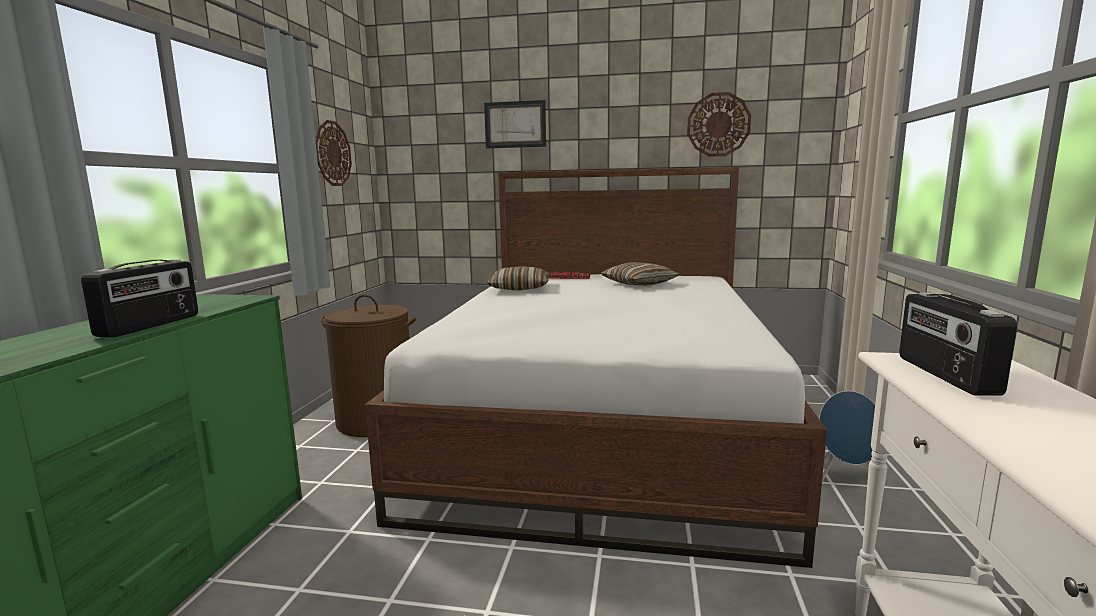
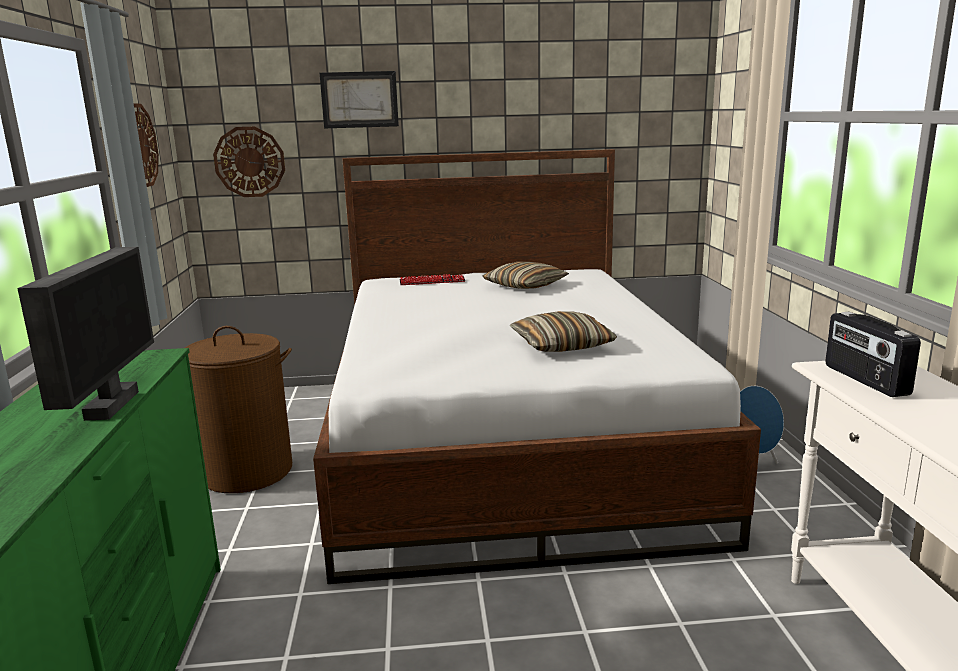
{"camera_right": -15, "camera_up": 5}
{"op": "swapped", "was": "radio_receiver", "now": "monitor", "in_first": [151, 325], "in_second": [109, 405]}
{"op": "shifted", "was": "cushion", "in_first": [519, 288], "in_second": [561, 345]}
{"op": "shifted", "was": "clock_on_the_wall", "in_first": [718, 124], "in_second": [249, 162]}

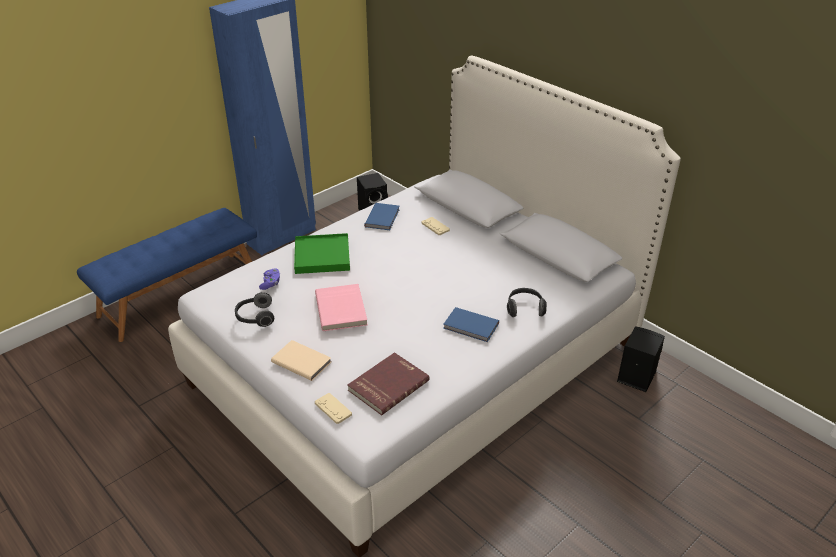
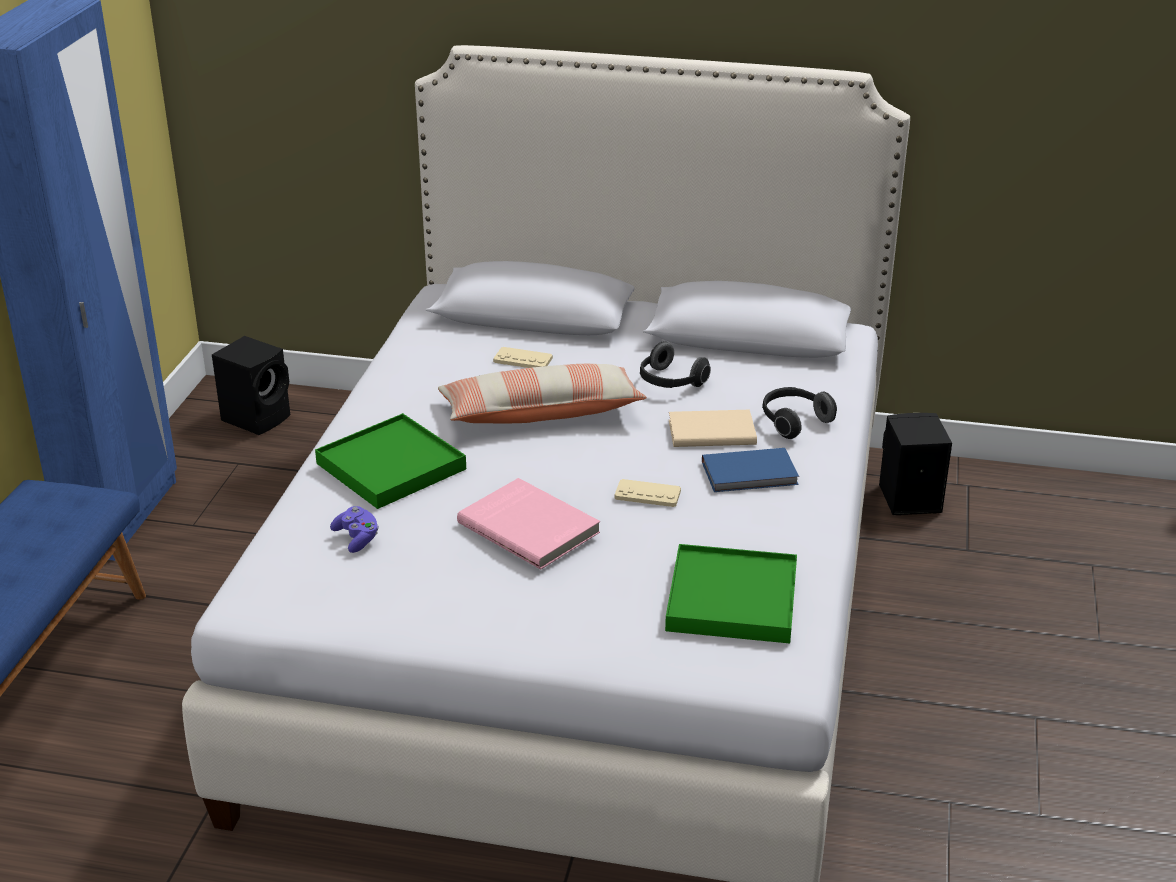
{"camera_right": -35, "camera_up": -5}
{"op": "shifted", "was": "headset", "in_first": [255, 317], "in_second": [670, 382]}
{"op": "shifted", "was": "beige_book", "in_first": [301, 361], "in_second": [710, 431]}
{"op": "shifted", "was": "beige_gamepad", "in_first": [333, 409], "in_second": [647, 494]}
{"op": "swapped", "was": "red-coloured_book", "now": "green-coloured_serving_tray", "in_first": [387, 385], "in_second": [731, 599]}
{"op": "gone", "was": "bluish_book", "in_first": [383, 218]}
{"op": "new", "now": "cushion", "in_second": [541, 413]}

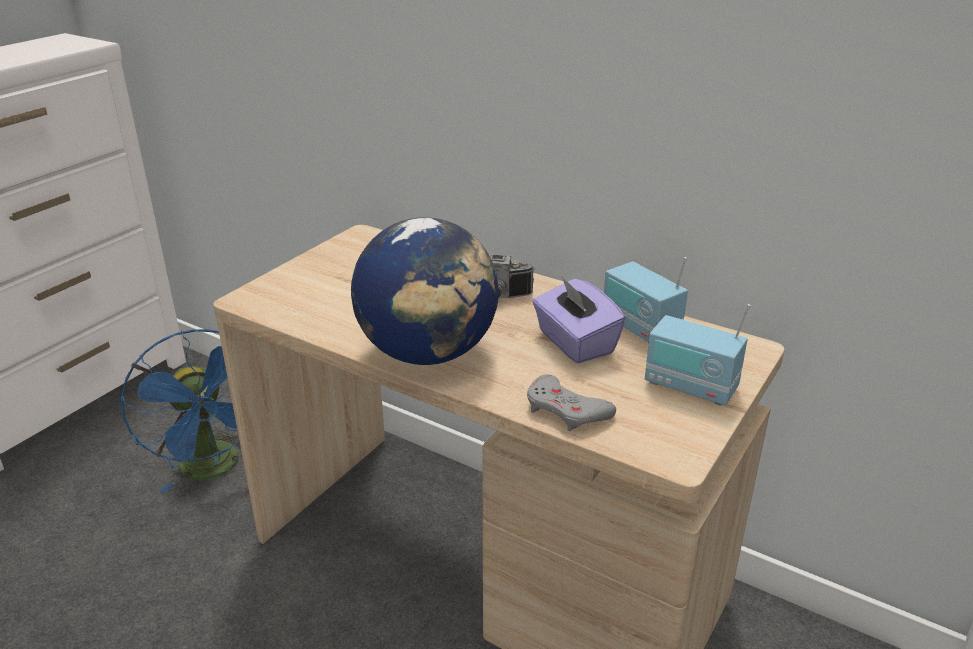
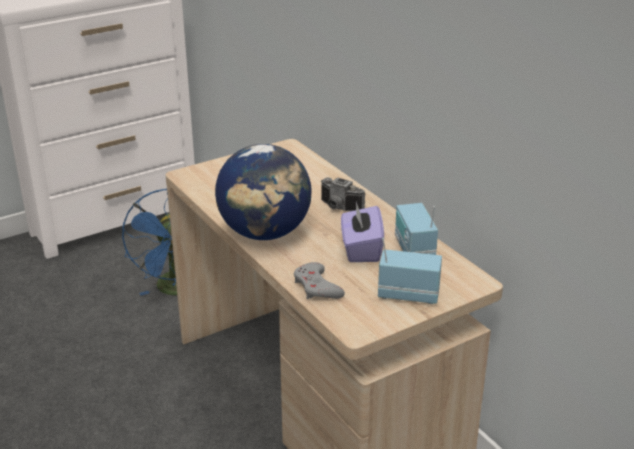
{"camera_right": 25, "camera_up": 0}
{"op": "rotated", "was": "radio_receiver", "in_first": [690, 387], "in_second": [408, 294], "clockwise": 135}

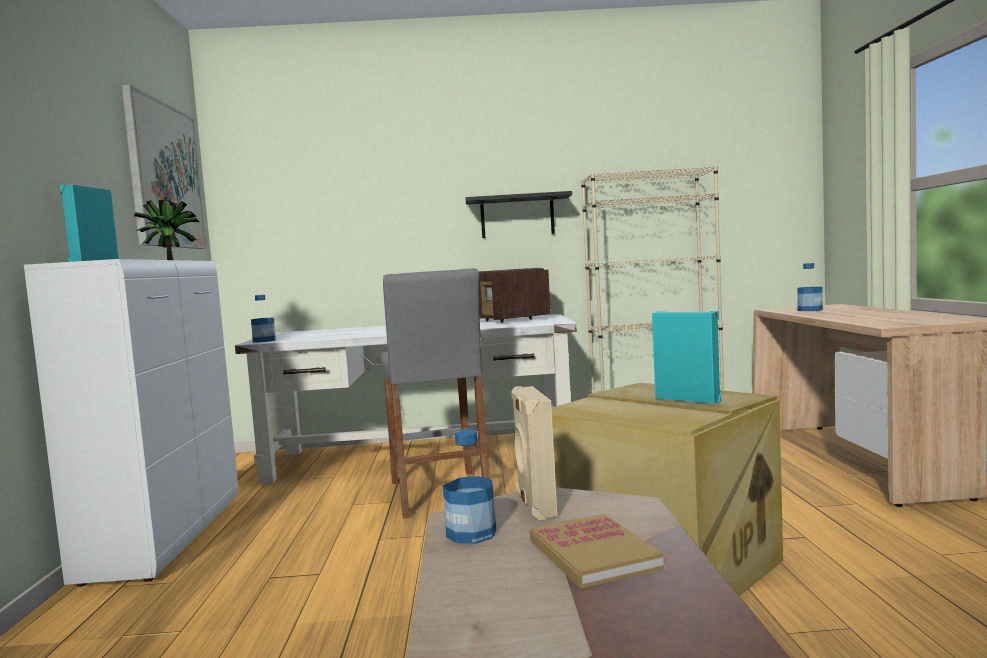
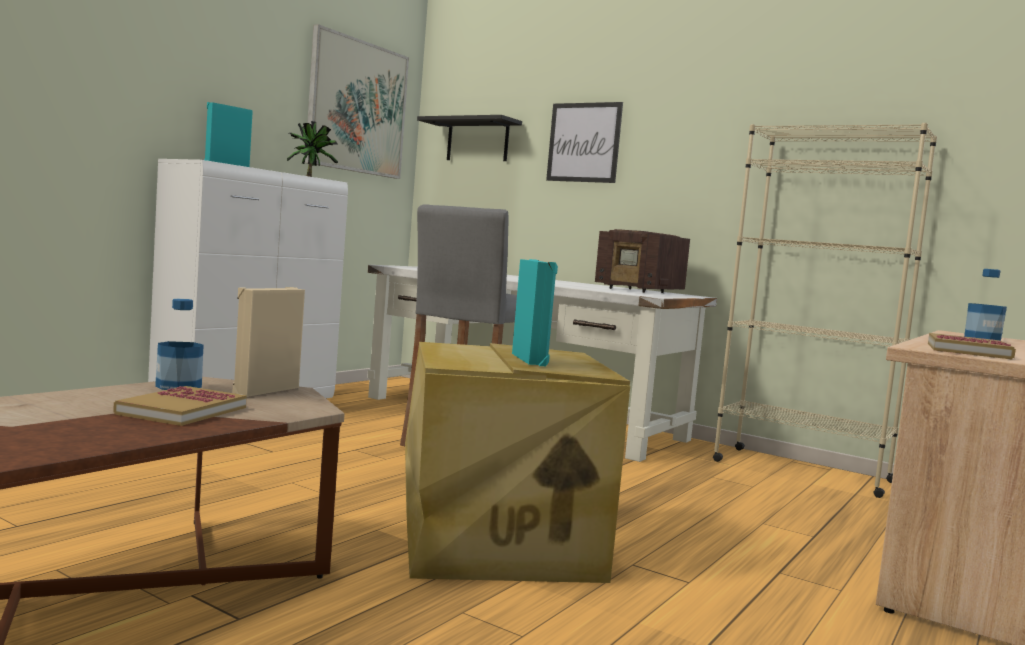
{"camera_right": 35, "camera_up": 0}
{"op": "gone", "was": "bottle", "in_first": [264, 341]}
{"op": "shifted", "was": "black-coloured_bracket_shelf", "in_first": [517, 216], "in_second": [477, 141]}
{"op": "rotated", "was": "radio_receiver", "in_first": [513, 320], "in_second": [640, 291], "clockwise": -60}
{"op": "new", "now": "wall_picture", "in_second": [584, 142]}
{"op": "new", "now": "book", "in_second": [968, 351]}

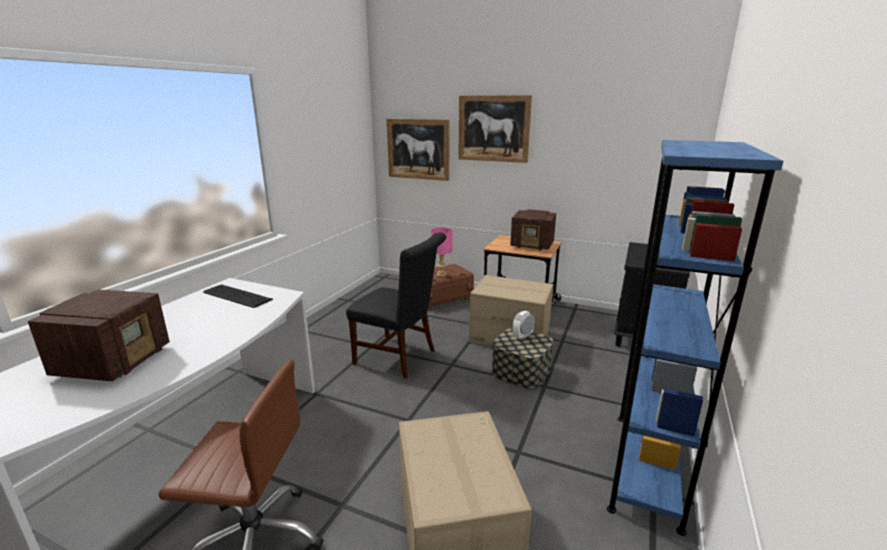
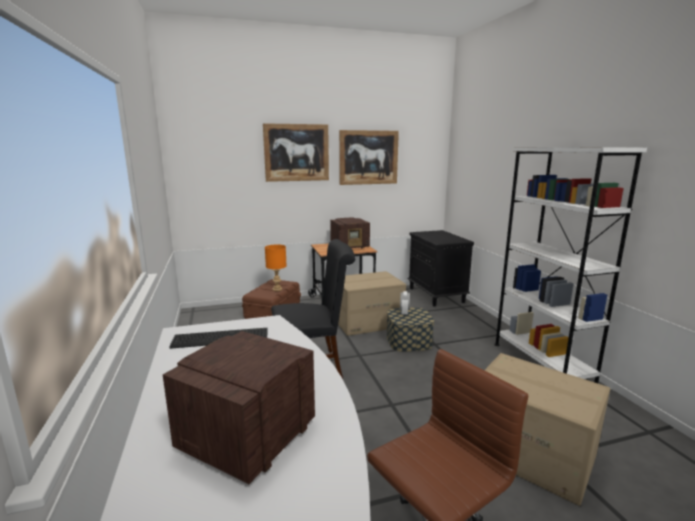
{"camera_right": -40, "camera_up": -5}
{"op": "rotated", "was": "radio_receiver", "in_first": [115, 361], "in_second": [245, 438], "clockwise": -120}
{"op": "shifted", "was": "wall_picture", "in_first": [418, 149], "in_second": [368, 157]}
{"op": "repainted", "was": "pinkish_table_lamp", "now": "orange-coloured_table_lamp", "in_first": [441, 275], "in_second": [277, 289]}
{"op": "repainted", "was": "bluish_shelving_unit", "now": "whitish_shelving_unit", "in_first": [646, 467], "in_second": [541, 363]}

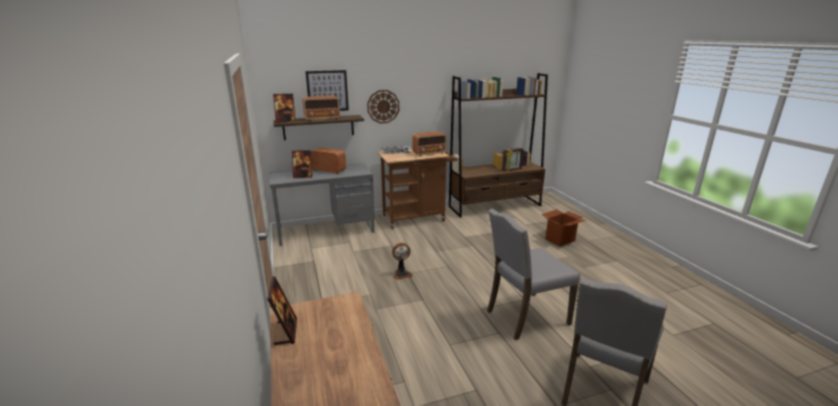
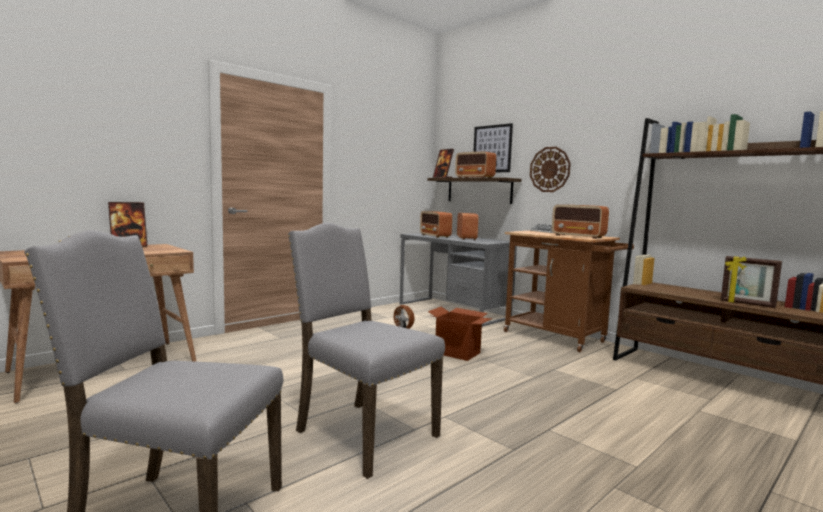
{"camera_right": 65, "camera_up": -15}
{"op": "swapped", "was": "photo_frame", "now": "radio_receiver", "in_first": [303, 177], "in_second": [435, 236]}
{"op": "shifted", "was": "carton", "in_first": [560, 240], "in_second": [458, 353]}

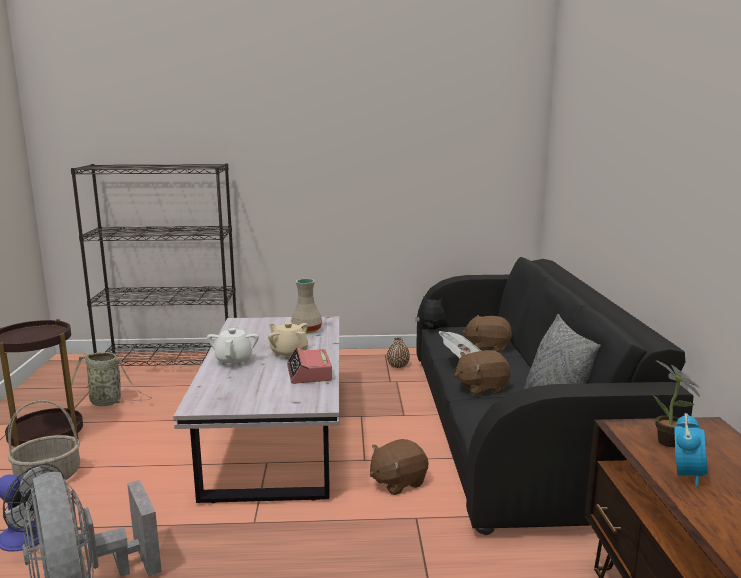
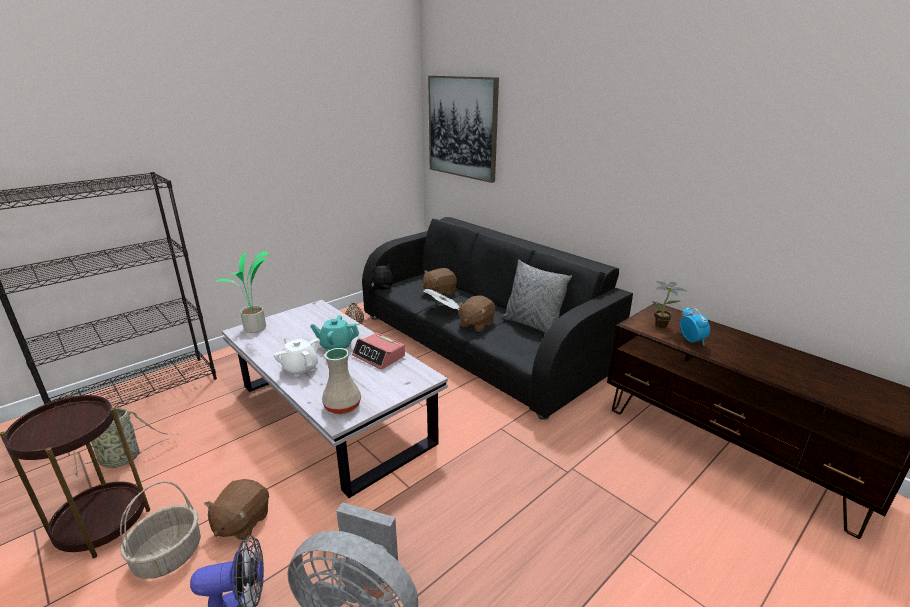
{"camera_right": -40, "camera_up": 10}
{"op": "repainted", "was": "beige_pot_for_tea", "now": "blue-green_pot_for_tea", "in_first": [289, 354], "in_second": [336, 346]}
{"op": "shifted", "was": "beige_vase", "in_first": [307, 330], "in_second": [343, 406]}
{"op": "shifted", "was": "brown-coloured_cuddly_toy", "in_first": [397, 482], "in_second": [241, 522]}
{"op": "new", "now": "houseplant", "in_second": [256, 329]}
{"op": "new", "now": "wall_picture", "in_second": [462, 127]}

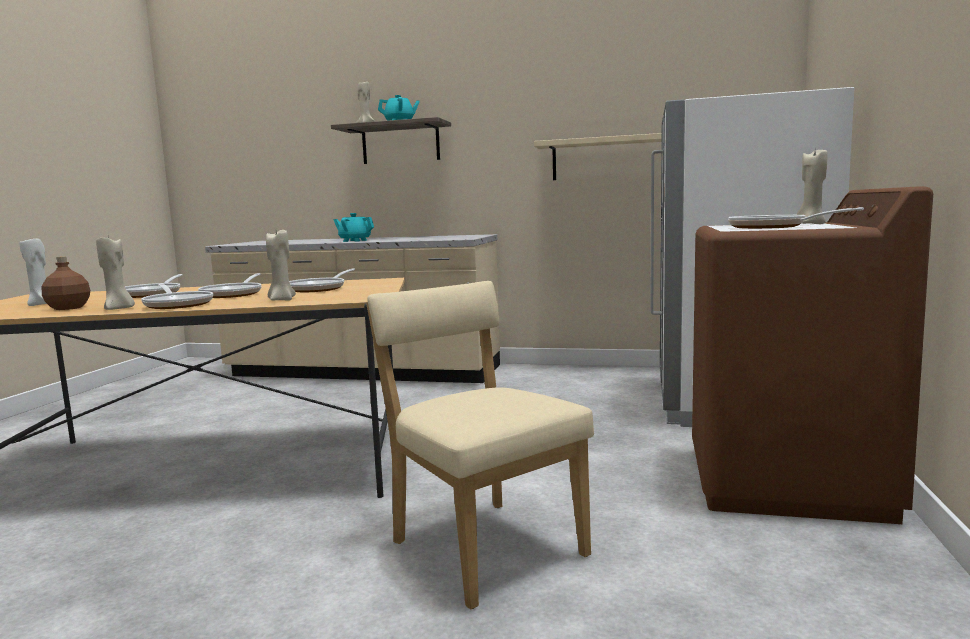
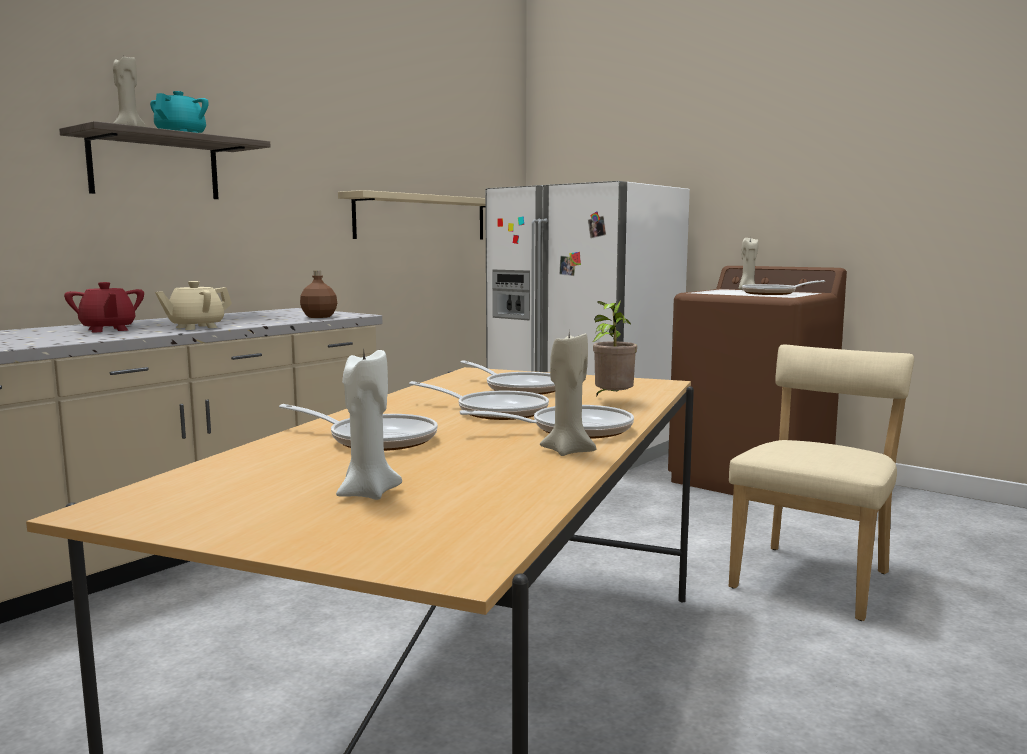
{"camera_right": -65, "camera_up": 0}
{"op": "shifted", "was": "brown-coloured_bottle", "in_first": [68, 308], "in_second": [318, 317]}
{"op": "swapped", "was": "beige_candle", "now": "houseplant", "in_first": [281, 300], "in_second": [612, 401]}
{"op": "repainted", "was": "blue-green_pot_for_tea", "now": "beige_pot_for_tea", "in_first": [355, 241], "in_second": [196, 327]}
{"op": "rotated", "was": "beige_upright_chair", "in_first": [482, 545], "in_second": [814, 578], "clockwise": 135}
{"op": "new", "now": "red-coloured_pot_for_tea", "in_second": [108, 330]}

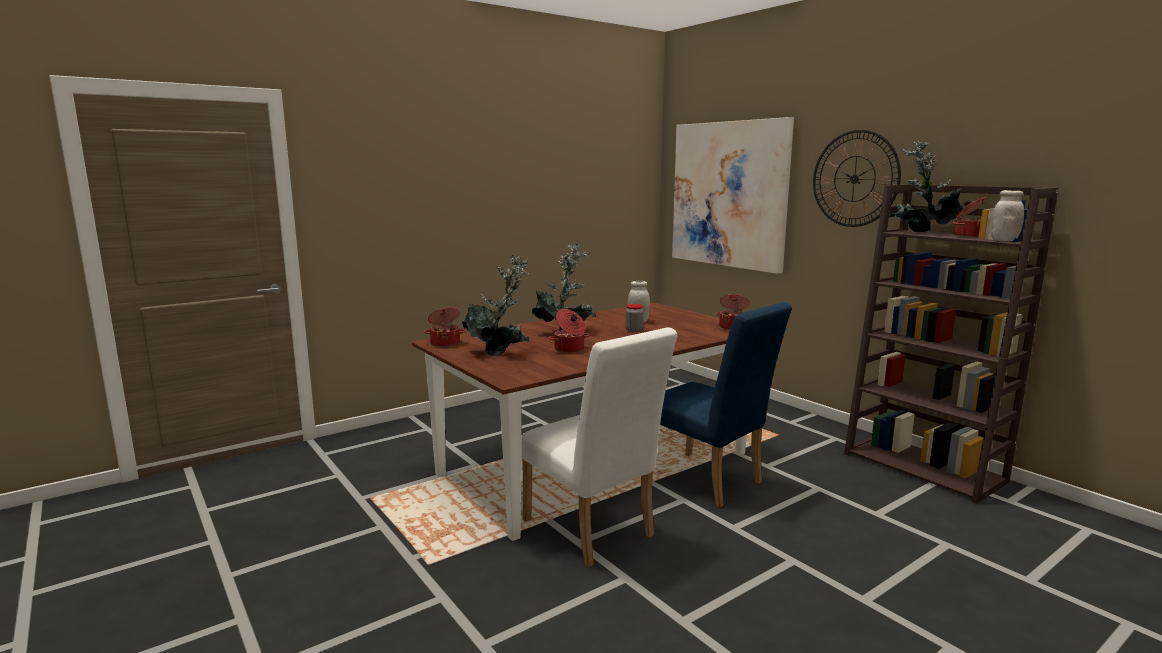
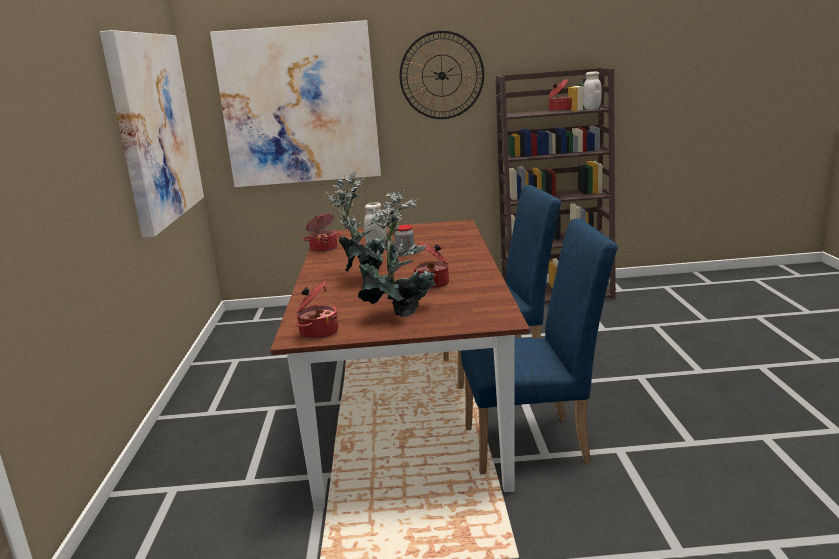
{"camera_right": -55, "camera_up": 5}
{"op": "repainted", "was": "whitish_upright_chair", "now": "bluish_upright_chair", "in_first": [593, 533], "in_second": [536, 444]}
{"op": "shifted", "was": "stockpot", "in_first": [733, 327], "in_second": [323, 248]}
{"op": "gone", "was": "houseplant", "in_first": [922, 233]}
{"op": "new", "now": "wall_picture", "in_second": [154, 128]}

